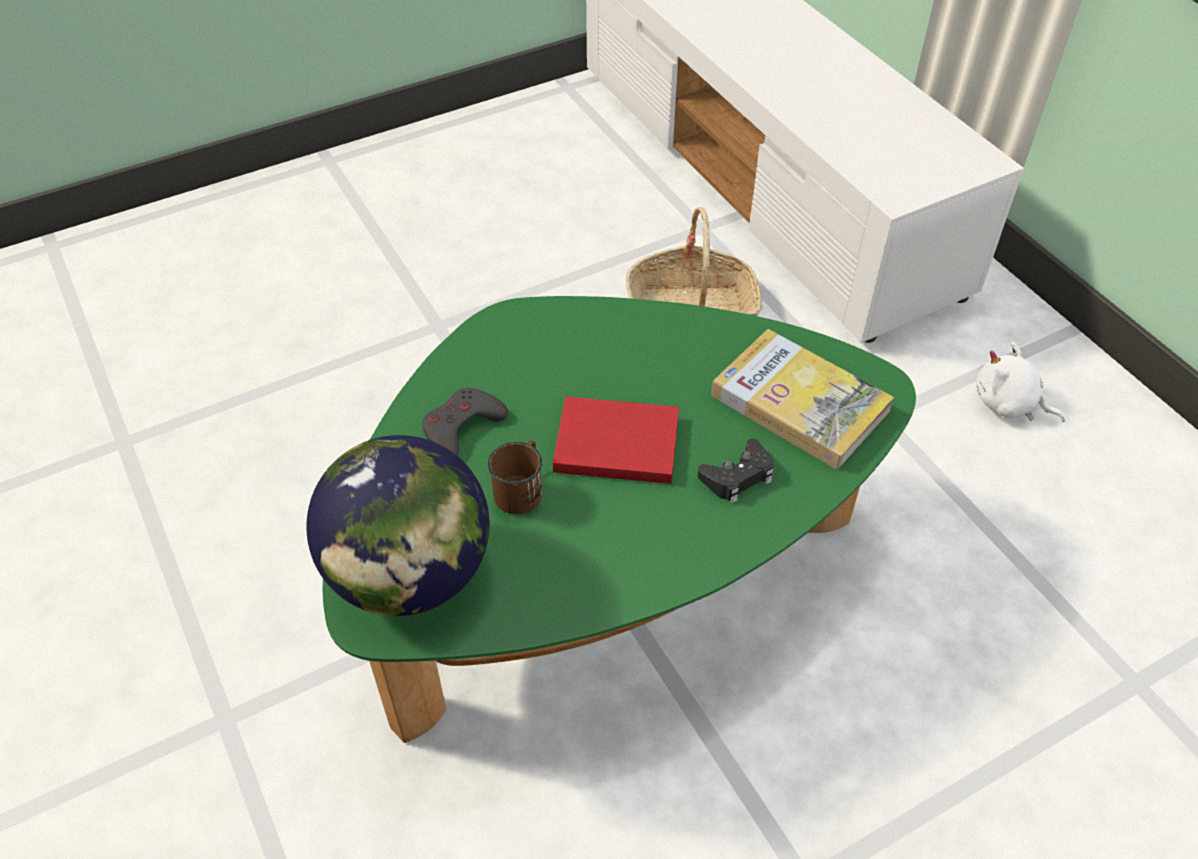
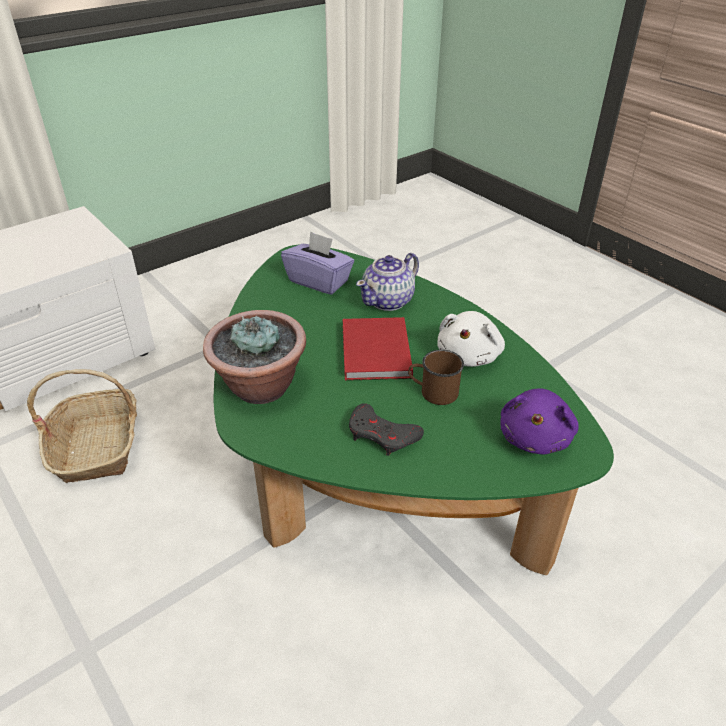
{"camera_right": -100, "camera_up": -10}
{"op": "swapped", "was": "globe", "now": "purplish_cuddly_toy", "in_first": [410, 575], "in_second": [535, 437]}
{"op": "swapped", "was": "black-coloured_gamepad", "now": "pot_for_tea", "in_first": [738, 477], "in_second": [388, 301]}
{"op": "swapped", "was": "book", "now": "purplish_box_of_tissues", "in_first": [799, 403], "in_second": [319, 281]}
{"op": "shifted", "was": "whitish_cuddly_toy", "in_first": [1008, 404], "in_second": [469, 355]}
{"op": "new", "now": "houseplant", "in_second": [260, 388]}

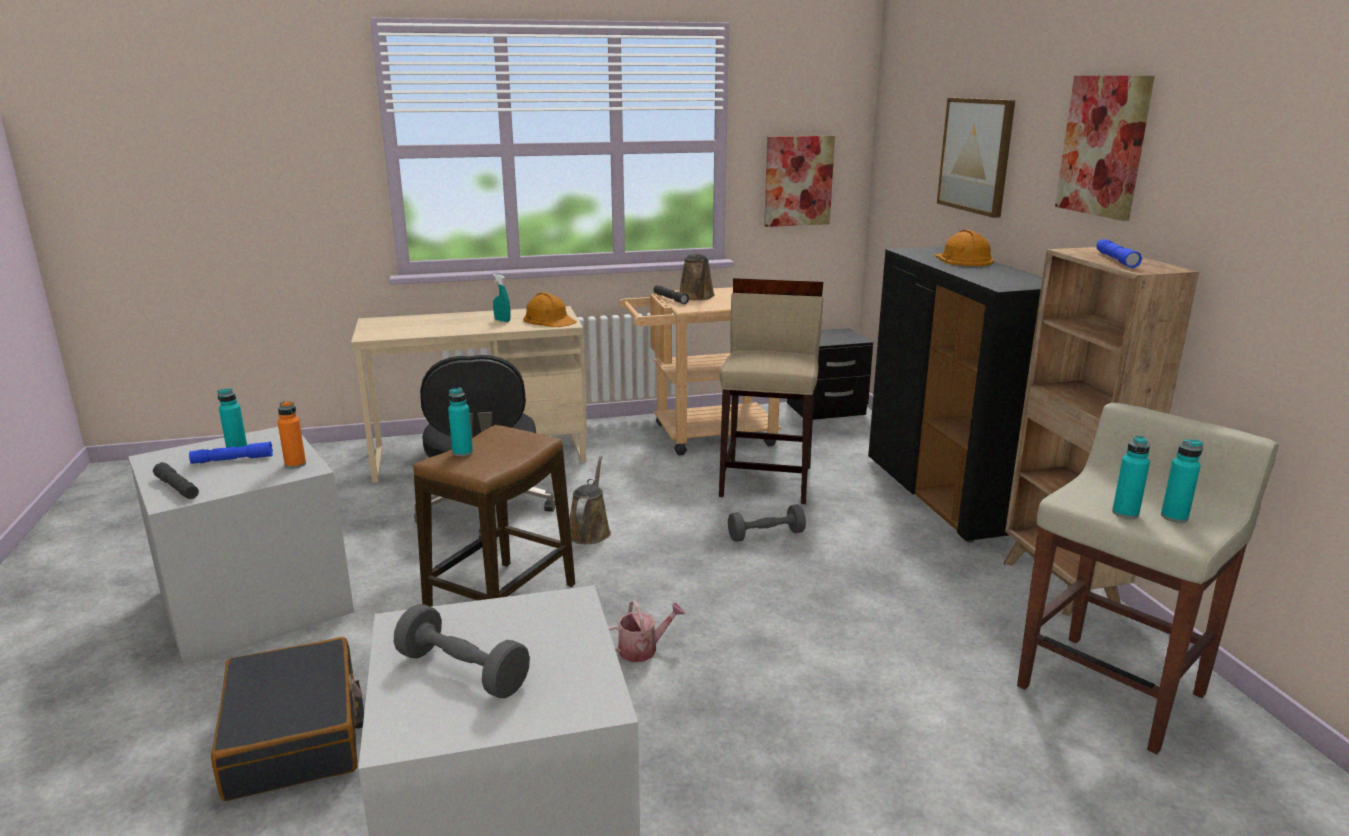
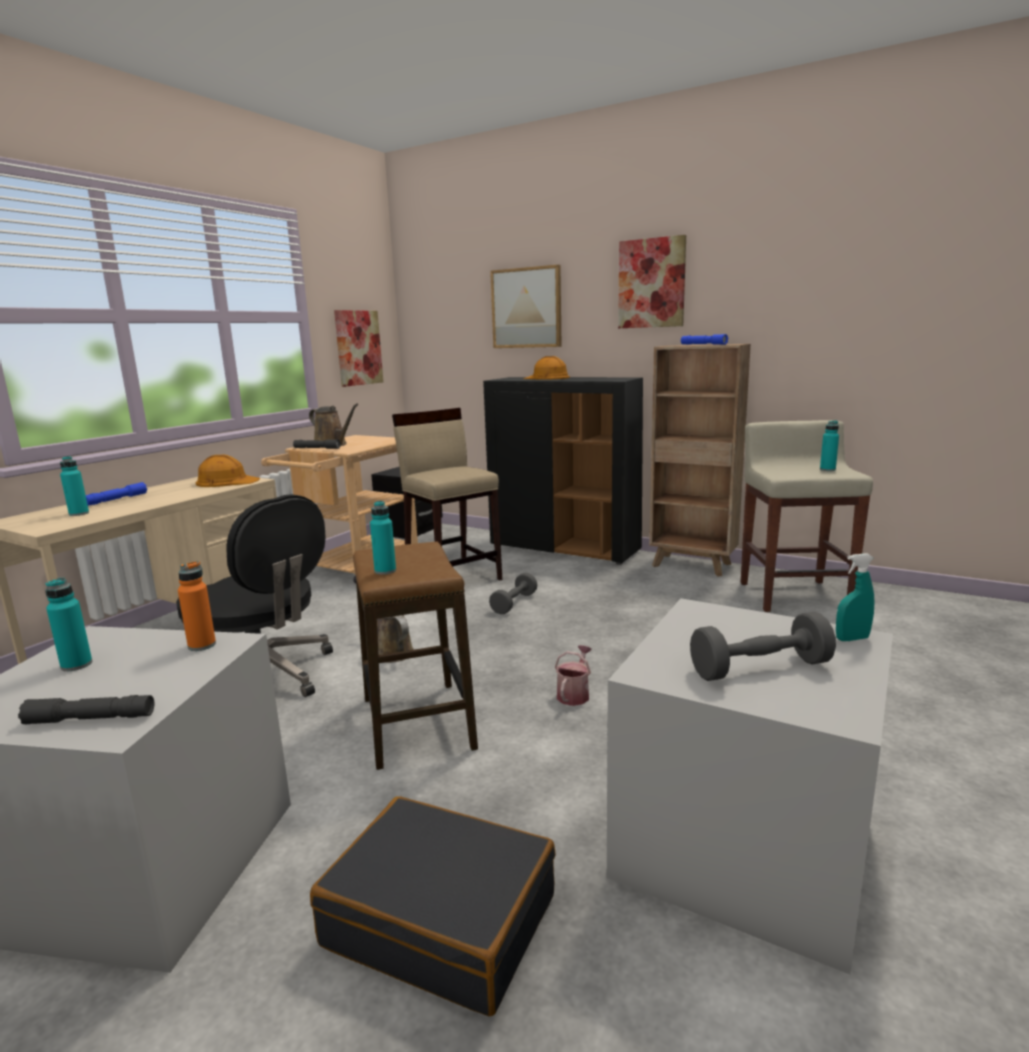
{"camera_right": -45, "camera_up": -5}
{"op": "shifted", "was": "bluish_torch", "in_first": [232, 460], "in_second": [116, 500]}
{"op": "shifted", "was": "blue-green_hand_sprayer", "in_first": [502, 321], "in_second": [852, 639]}
{"op": "shifted", "was": "blue-green_bottle", "in_first": [1125, 513], "in_second": [79, 514]}

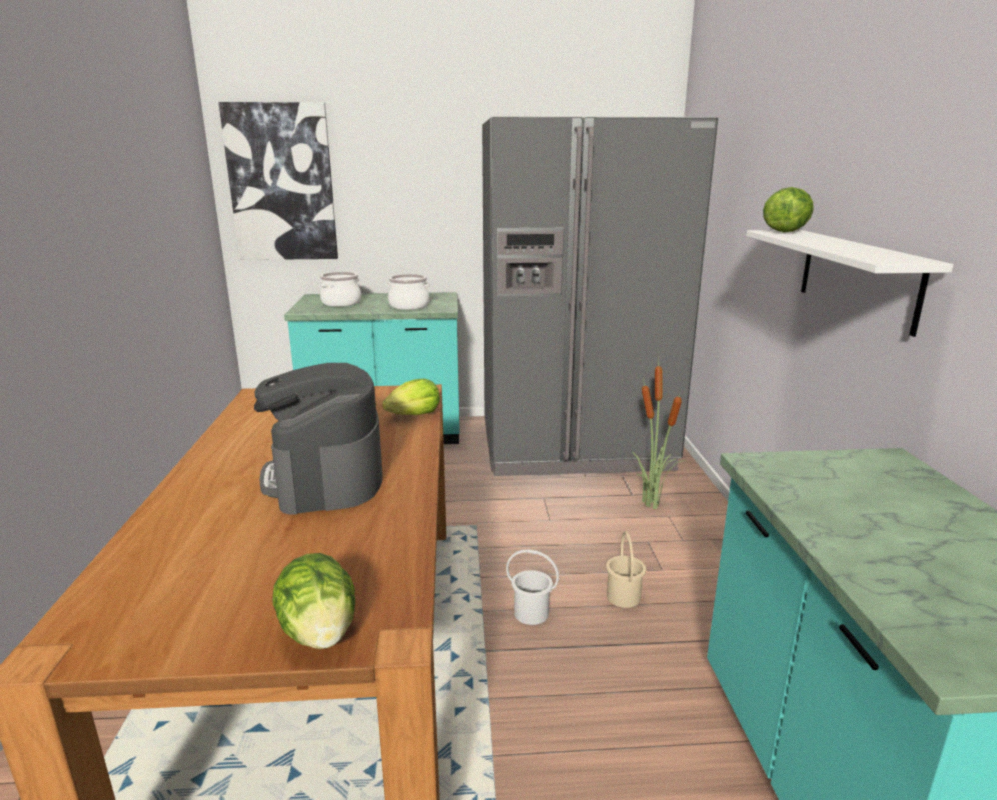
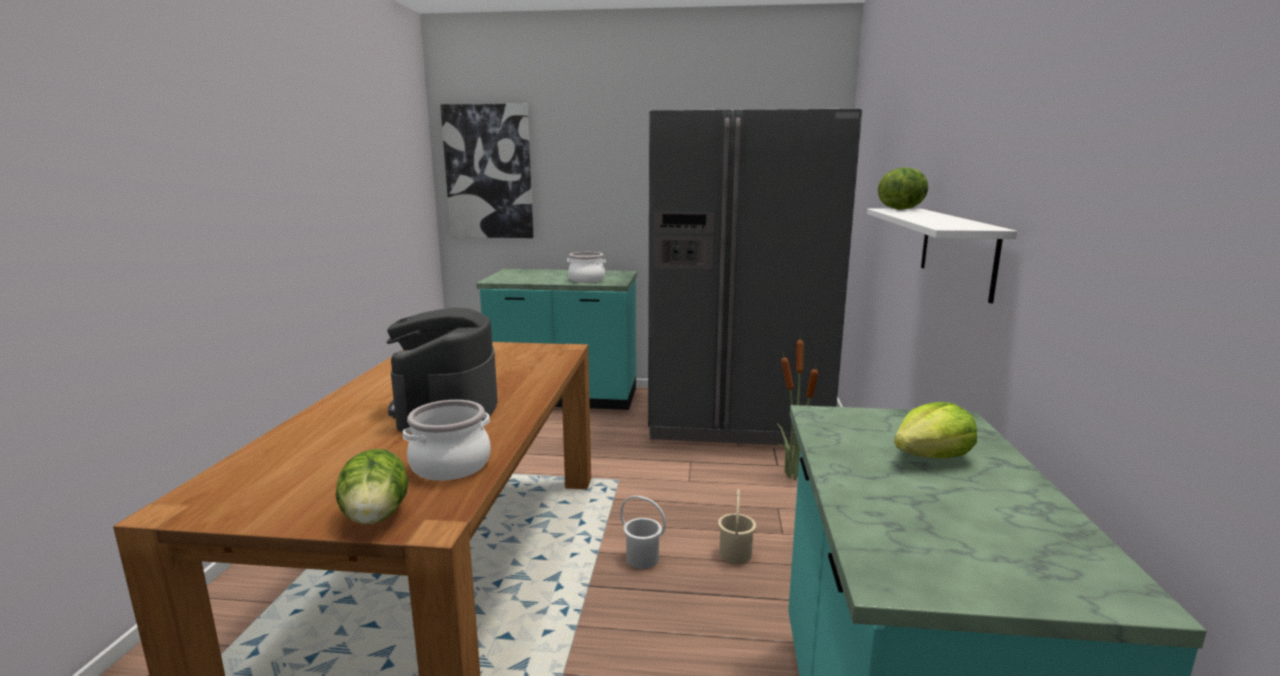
{"camera_right": 10, "camera_up": -5}
{"op": "shifted", "was": "stockpot", "in_first": [341, 303], "in_second": [451, 466]}
{"op": "shifted", "was": "head_of_lettuce", "in_first": [414, 415], "in_second": [932, 457]}

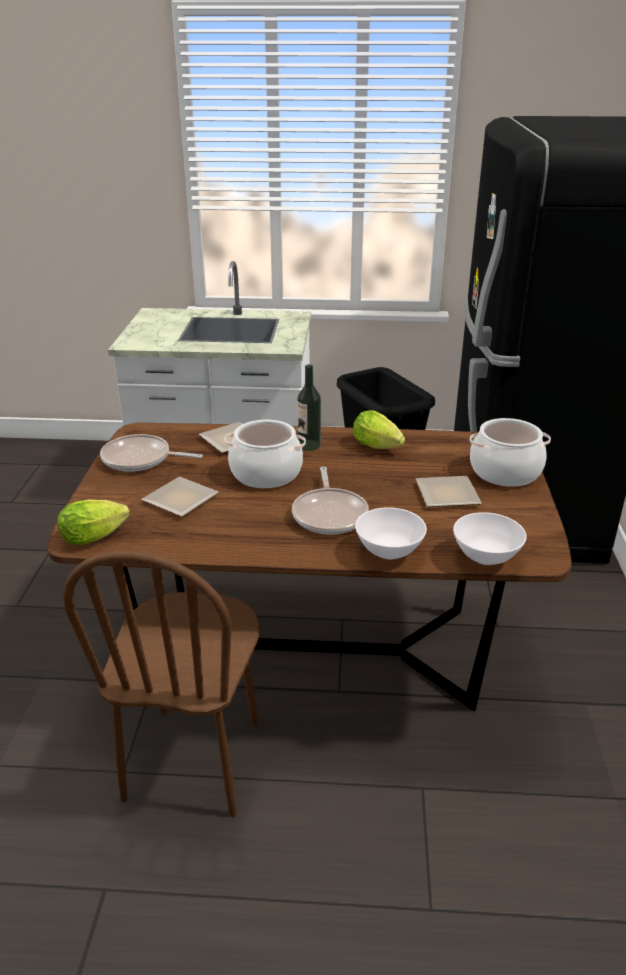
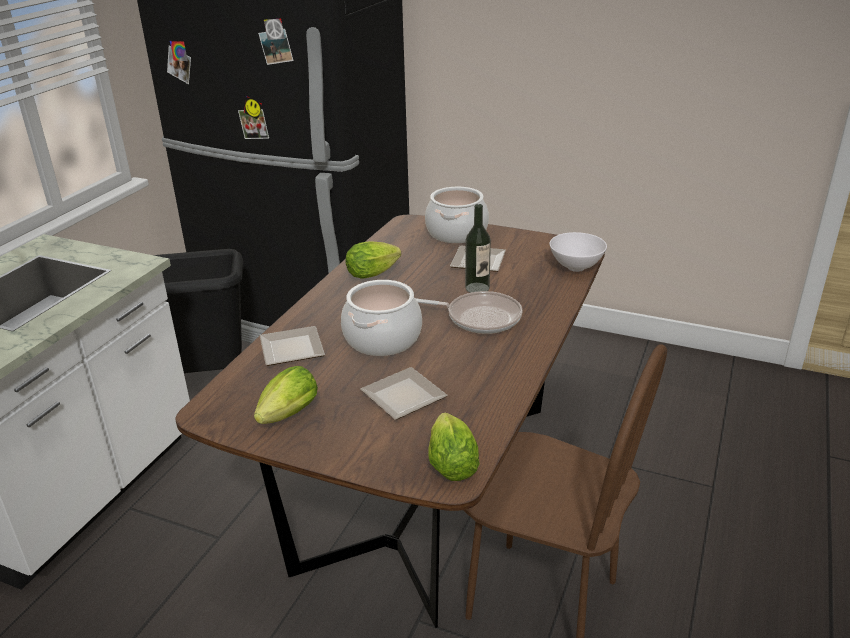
{"camera_right": -70, "camera_up": 0}
{"op": "swapped", "was": "skillet", "now": "head_of_lettuce", "in_first": [140, 459], "in_second": [286, 417]}
{"op": "shifted", "was": "bottle", "in_first": [309, 445], "in_second": [477, 288]}
{"op": "gone", "was": "whitish_deep_dish", "in_first": [388, 553]}

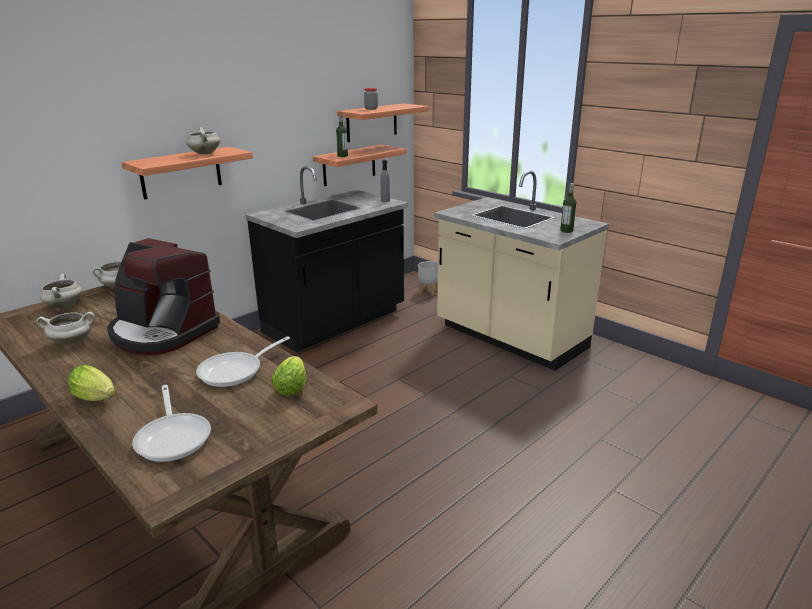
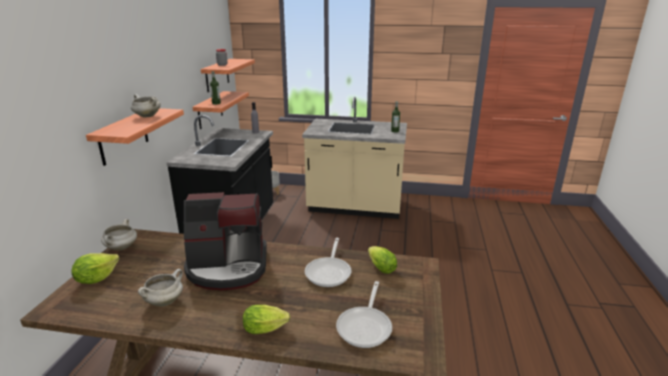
{"camera_right": -35, "camera_up": 0}
{"op": "swapped", "was": "whitish_stockpot", "now": "head_of_lettuce", "in_first": [64, 306], "in_second": [96, 278]}
{"op": "rotated", "was": "skillet", "in_first": [174, 437], "in_second": [365, 326], "clockwise": 75}

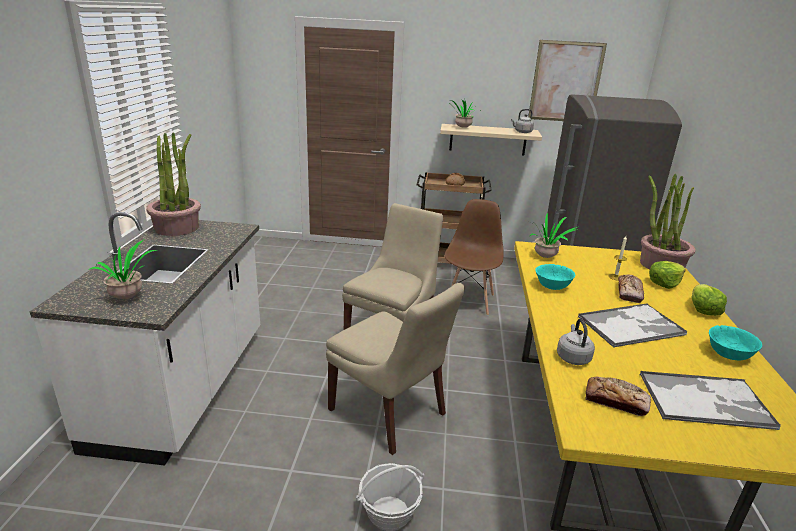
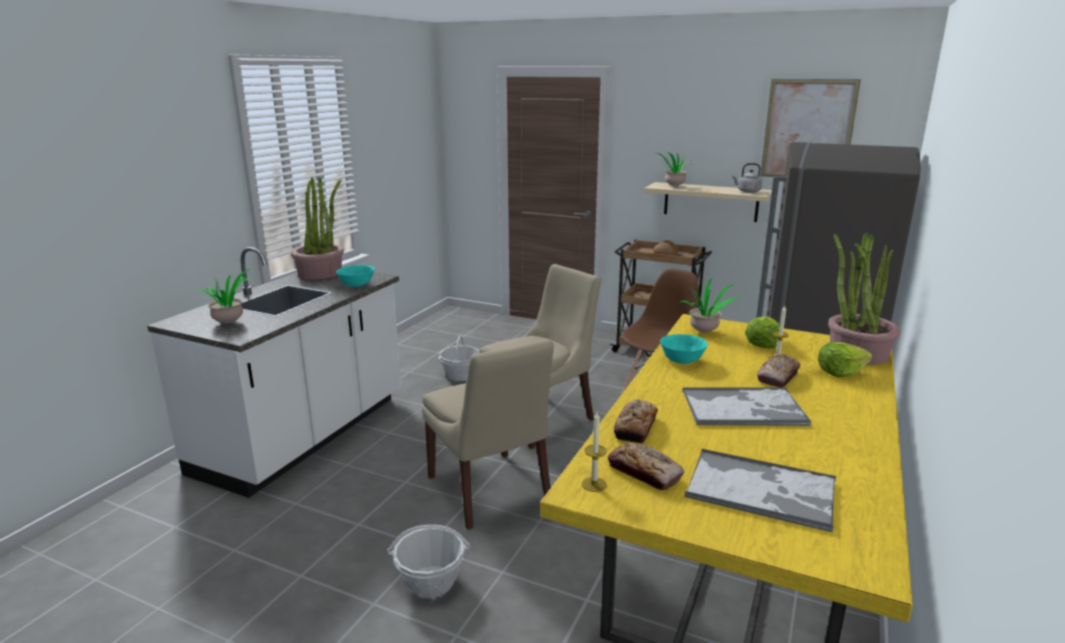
{"camera_right": 20, "camera_up": -5}
{"op": "swapped", "was": "gray_water_kettle", "now": "bakery_bread", "in_first": [572, 357], "in_second": [635, 427]}
{"op": "shifted", "was": "head_of_lettuce", "in_first": [703, 309], "in_second": [762, 343]}
{"op": "shifted", "was": "blue-green_deep_dish", "in_first": [728, 355], "in_second": [356, 285]}
{"op": "new", "now": "basket", "in_second": [460, 375]}
{"op": "new", "now": "candle", "in_second": [594, 484]}

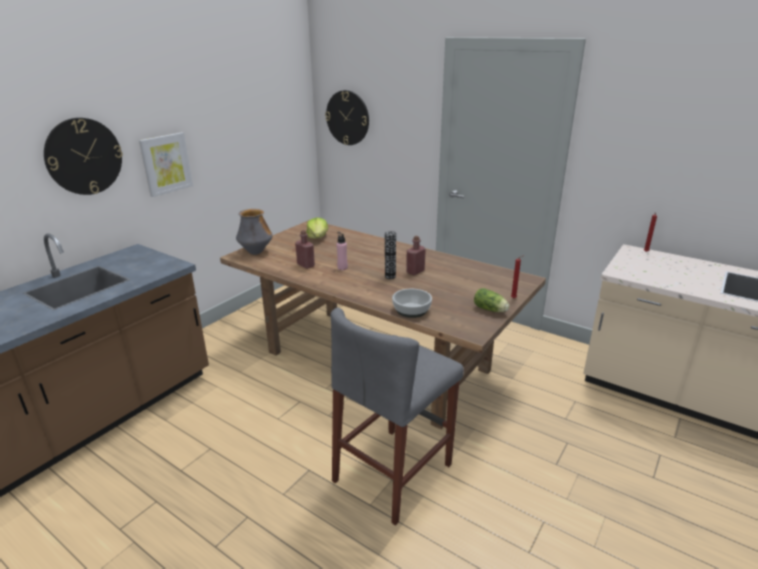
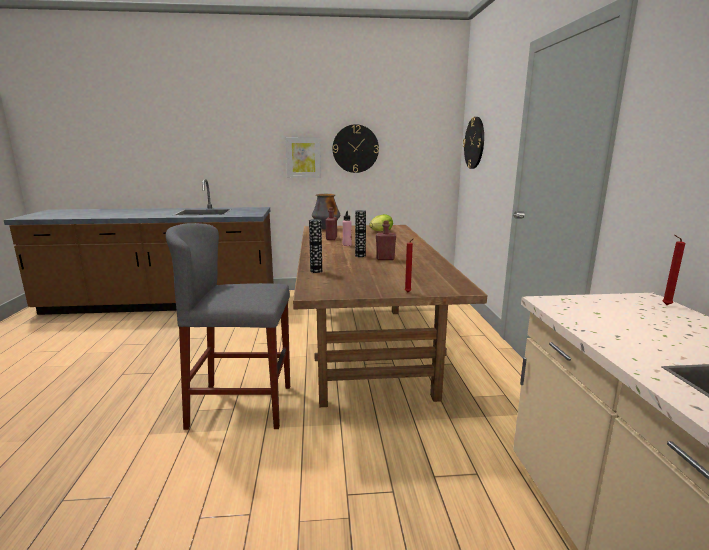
{"camera_right": 50, "camera_up": -10}
{"op": "shifted", "was": "clock_on_the_wall", "in_first": [84, 156], "in_second": [355, 149]}
{"op": "swapped", "was": "deep_dish", "now": "vase", "in_first": [412, 310], "in_second": [316, 271]}
{"op": "gone", "was": "head_of_lettuce", "in_first": [491, 310]}

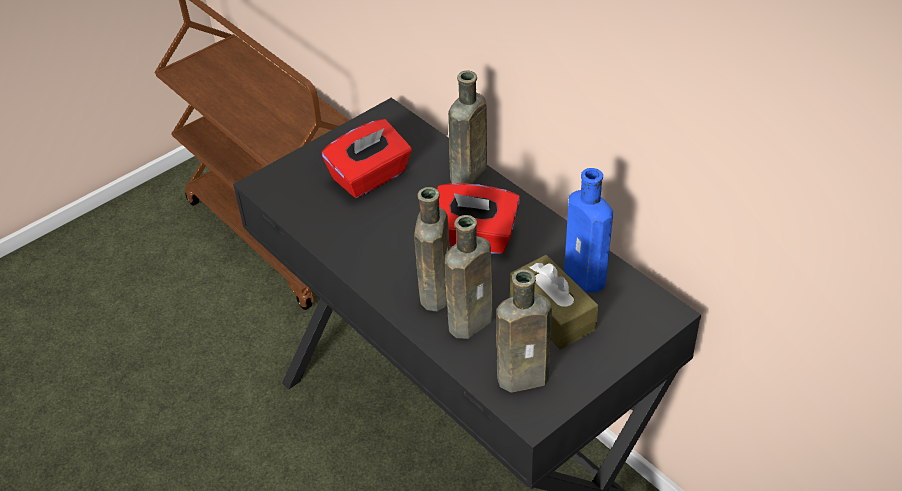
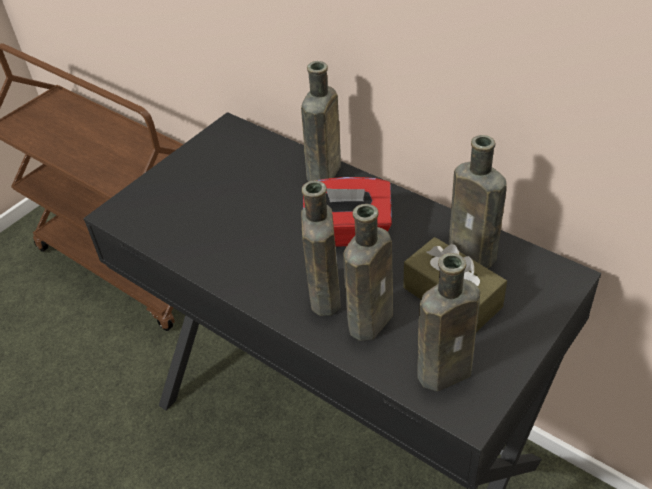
{"camera_right": -10, "camera_up": 0}
{"op": "gone", "was": "red-coloured_box_of_tissues", "in_first": [370, 177]}
{"op": "repainted", "was": "bluish_bottle", "now": "brown-coloured_bottle", "in_first": [587, 278], "in_second": [475, 255]}

